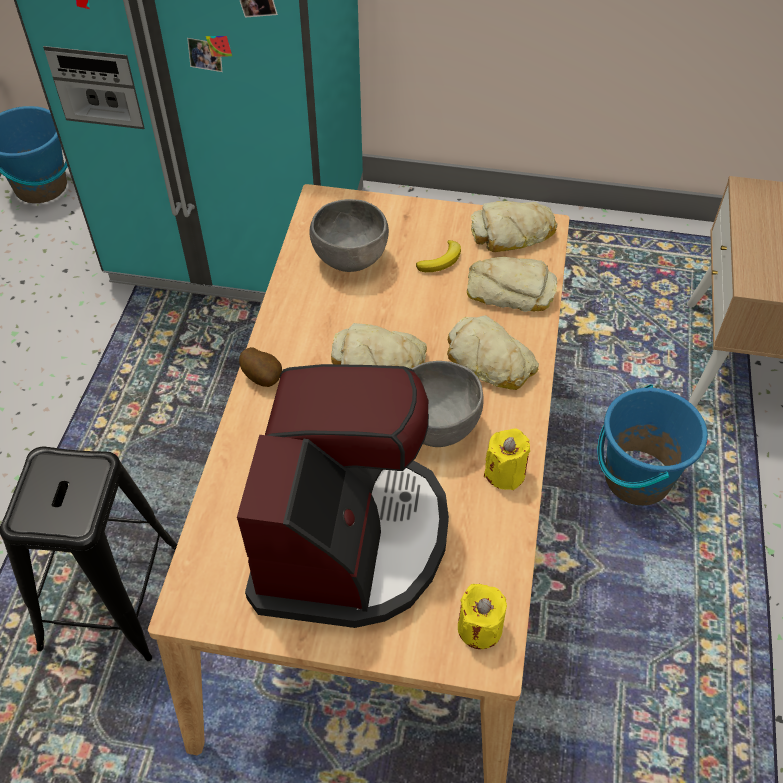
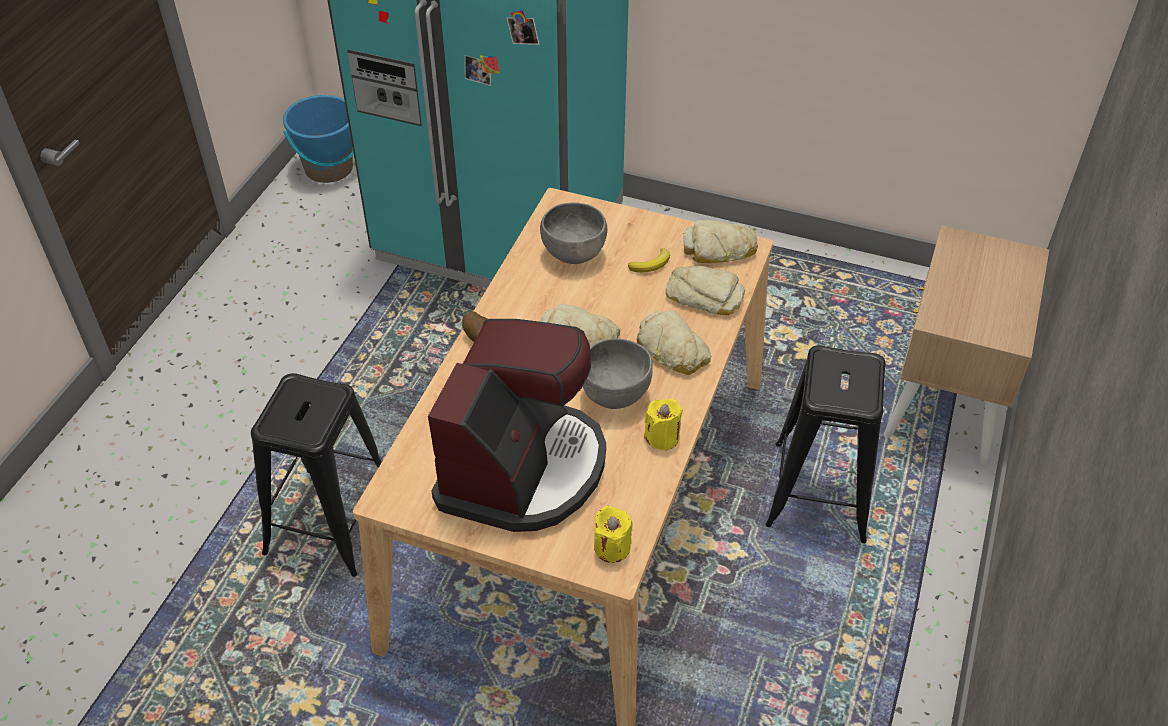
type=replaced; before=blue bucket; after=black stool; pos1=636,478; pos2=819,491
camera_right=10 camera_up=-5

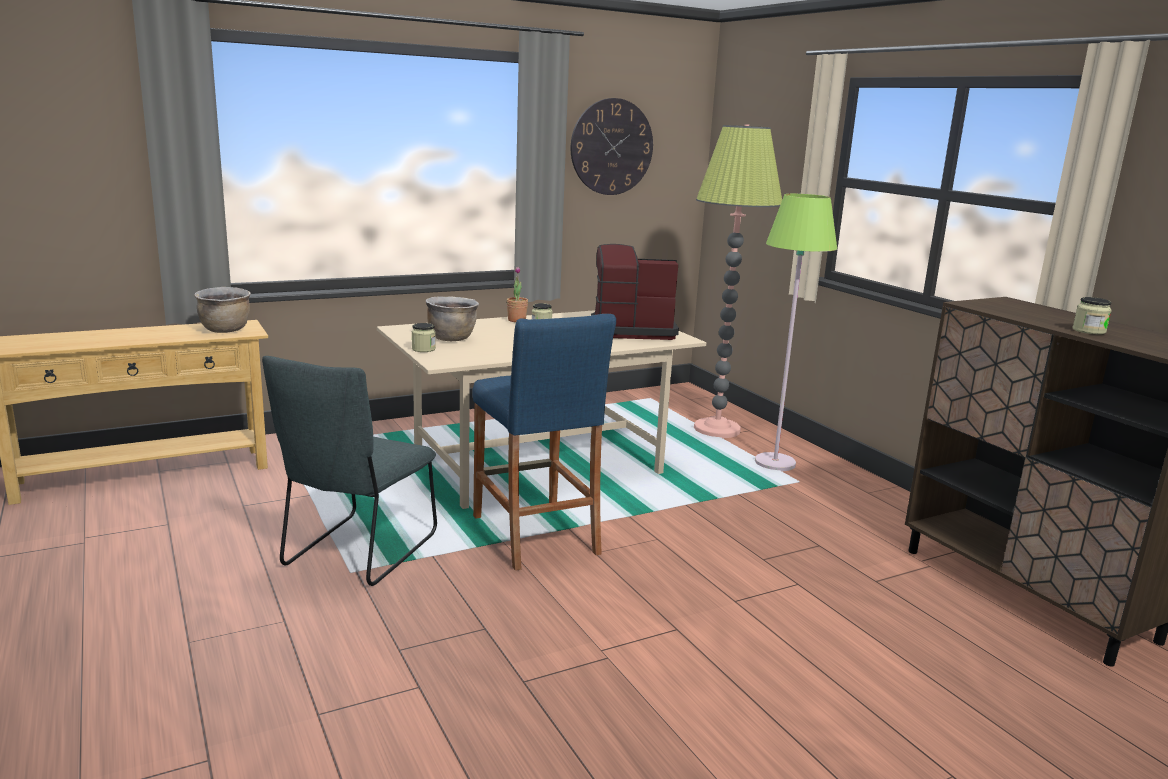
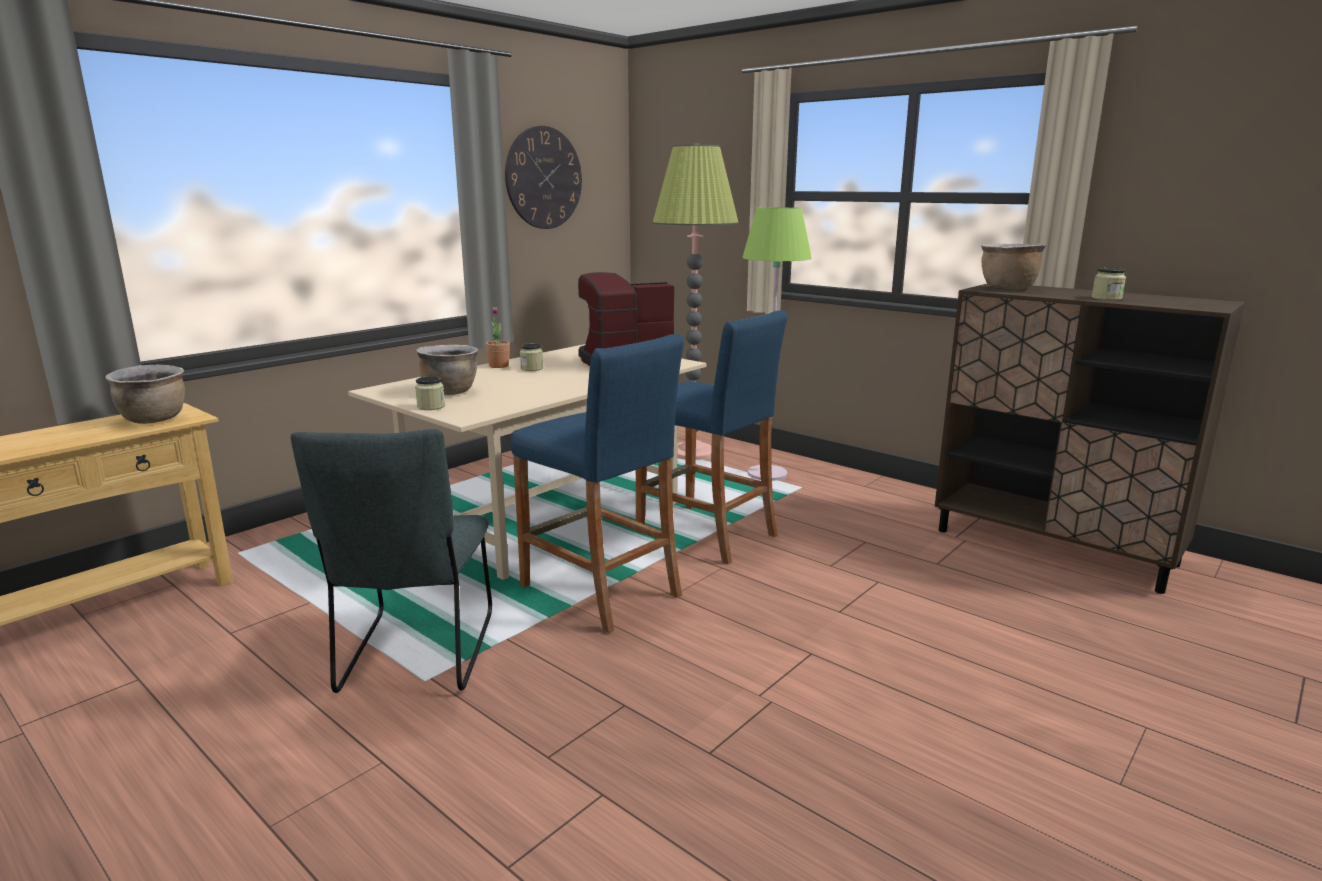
type=added; after=blue stool; pos2=706,534
type=added; after=brown cooking pot; pos2=1007,288
camera_right=-20 camera_up=0

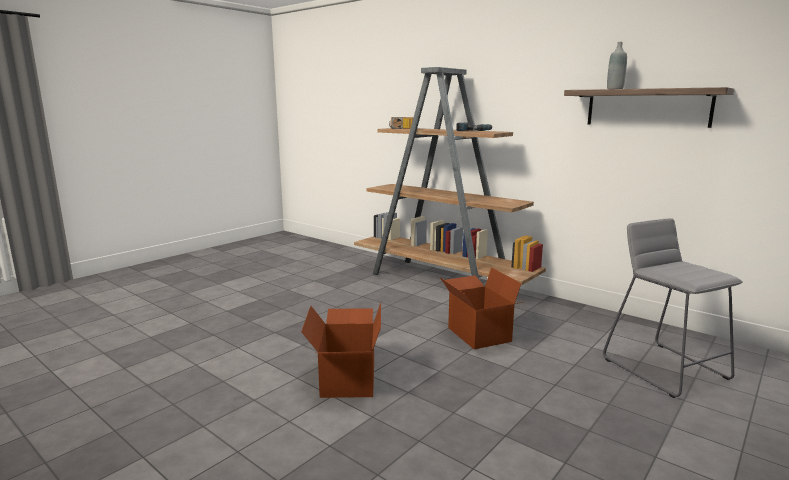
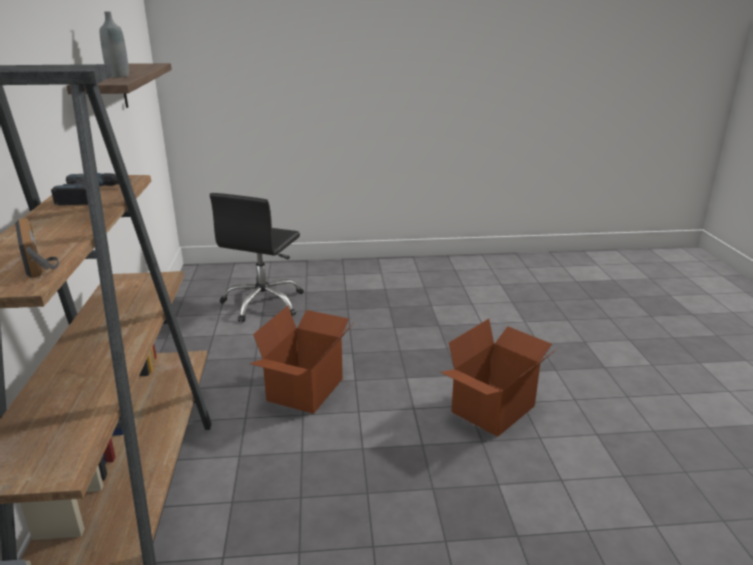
type=replaced; before=grey stool; after=black office chair; pos1=665,368; pos2=263,303
camera_right=-135 camera_up=10

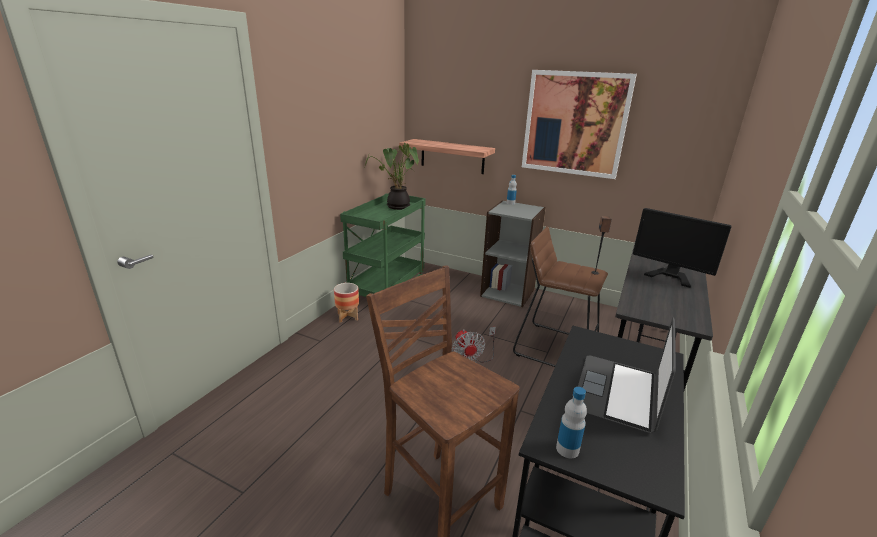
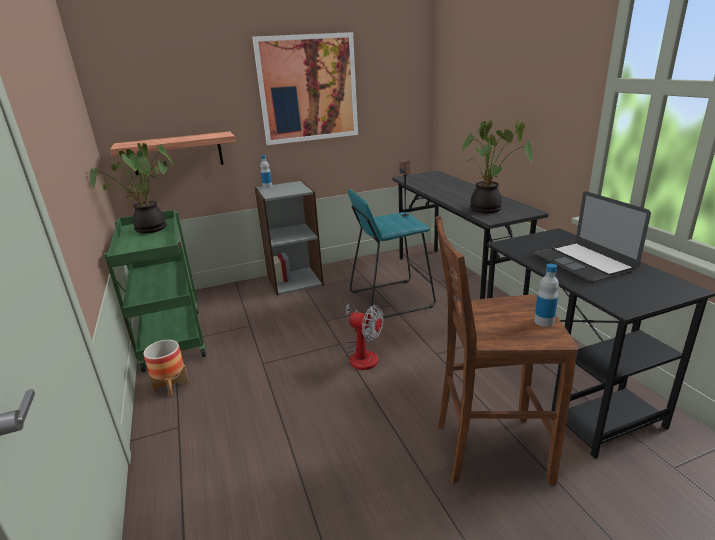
type=recoloured; before=brown stool; after=turquoise stool; pos1=556,347; pos2=390,299
type=added; after=potted plant; pos2=488,209
type=moved; before=bottle; pos1=567,449; pos2=544,321
type=removed; before=monitor; pos1=673,273
camera_right=-45 camera_up=0

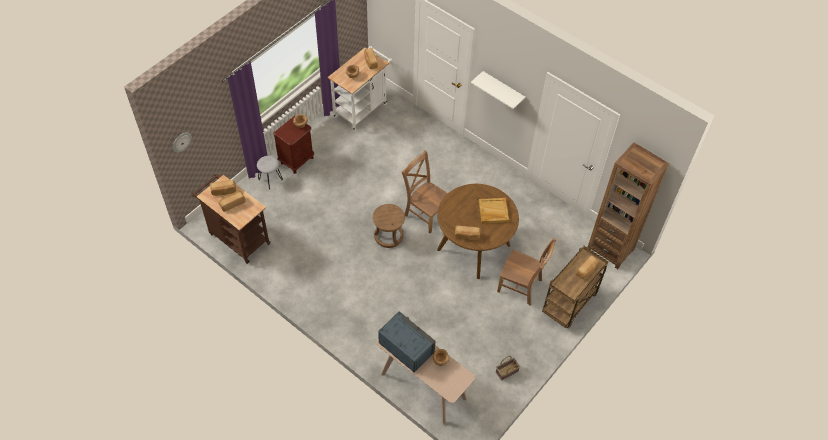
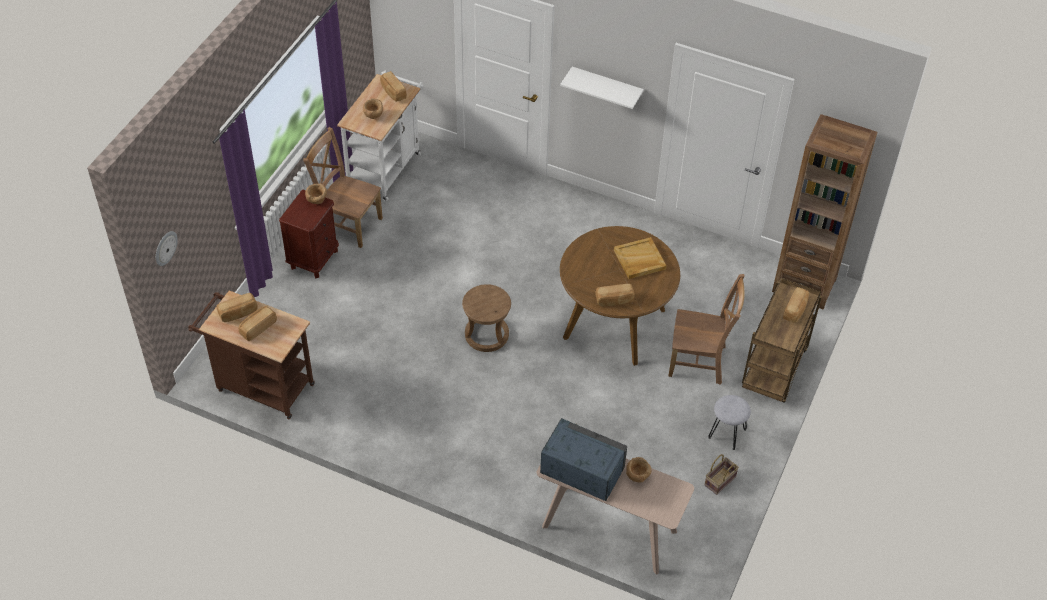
type=moved; before=brown chair; pos1=425,213; pos2=348,224
type=moved; before=grey stool; pos1=270,179; pos2=727,433
camera_right=-15 camera_up=-5

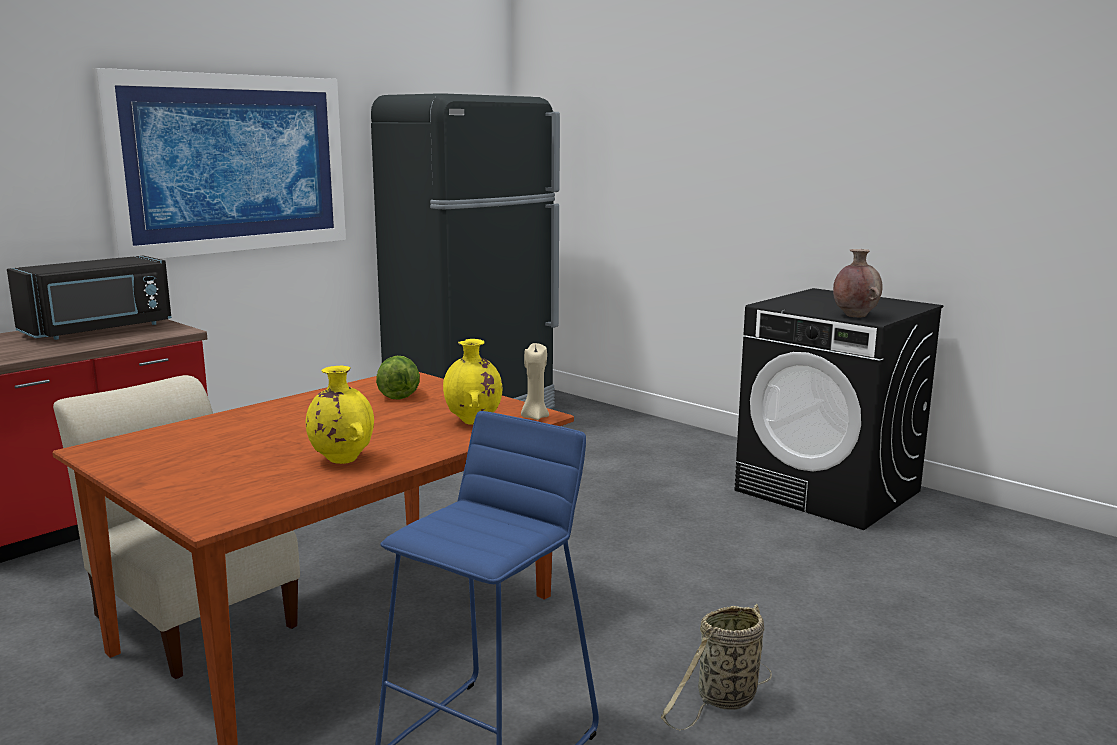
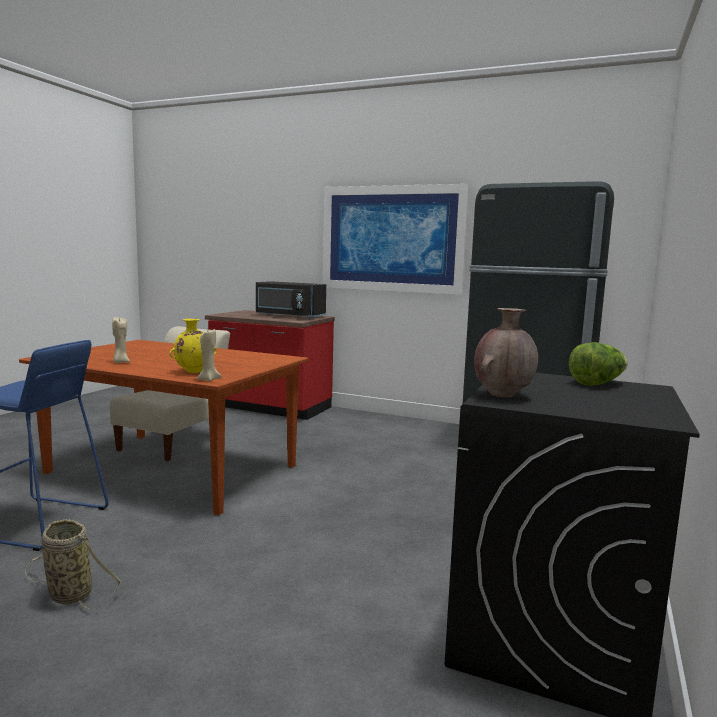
type=replaced; before=yellow vase; after=beige candle; pos1=341,460; pos2=120,362
type=moved; before=lettuce; pos1=398,394; pos2=597,383
camera_right=70 camera_up=-5

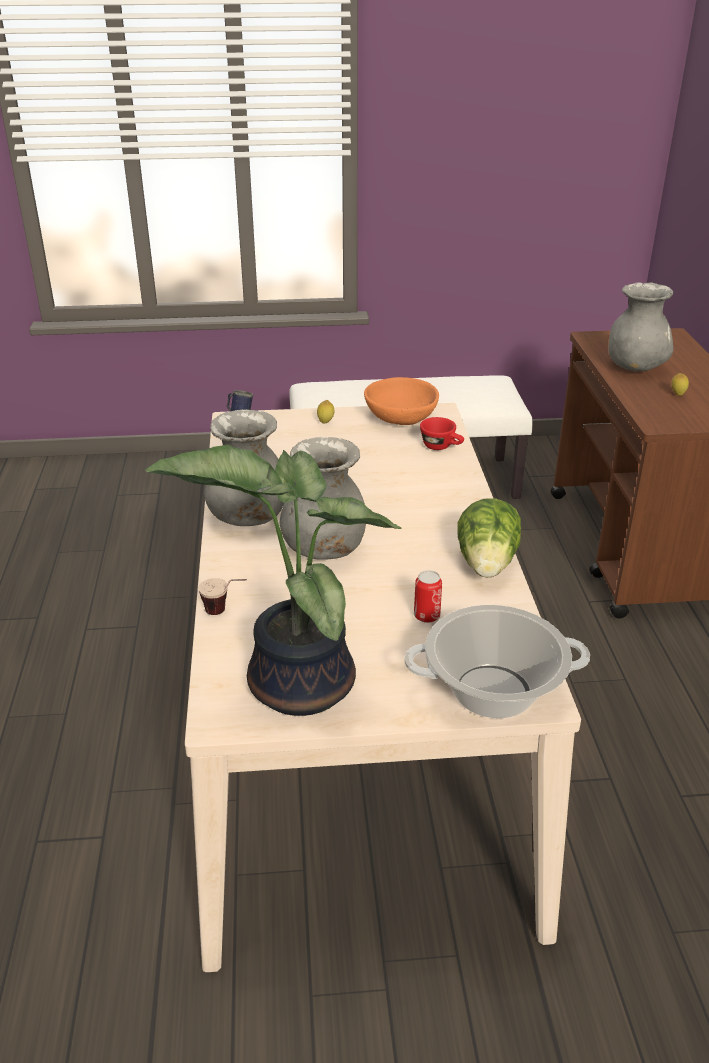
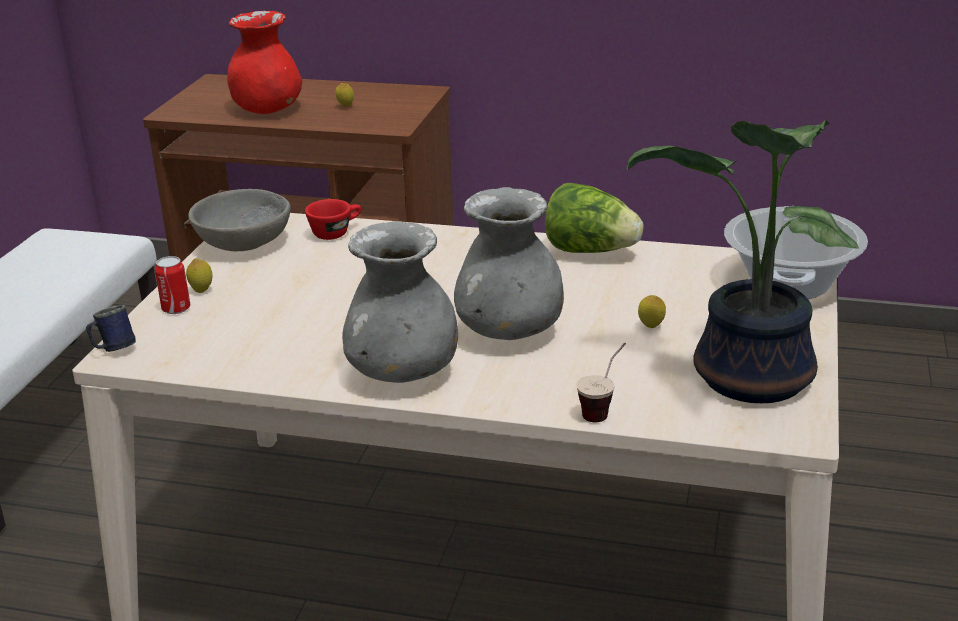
type=moved; before=can; pos1=426,616; pos2=176,308
type=recoloured; before=orange bowl; after=grey bowl; pos1=401,419; pos2=245,244
type=recoloured; before=grey vase; after=red vase; pos1=635,367; pos2=267,110
type=added; after=lemon; pos2=651,328
camera_right=-70 camera_up=-5

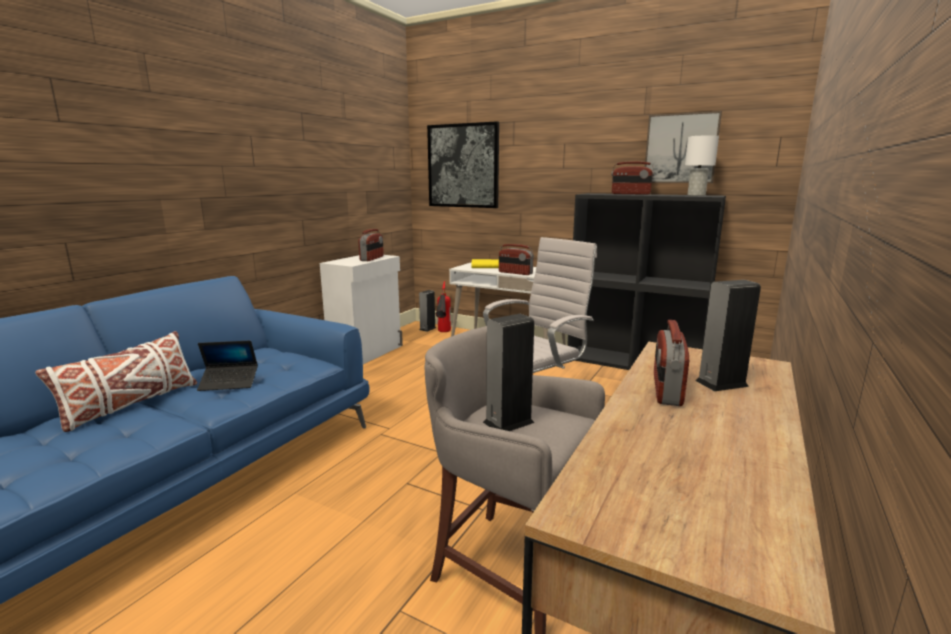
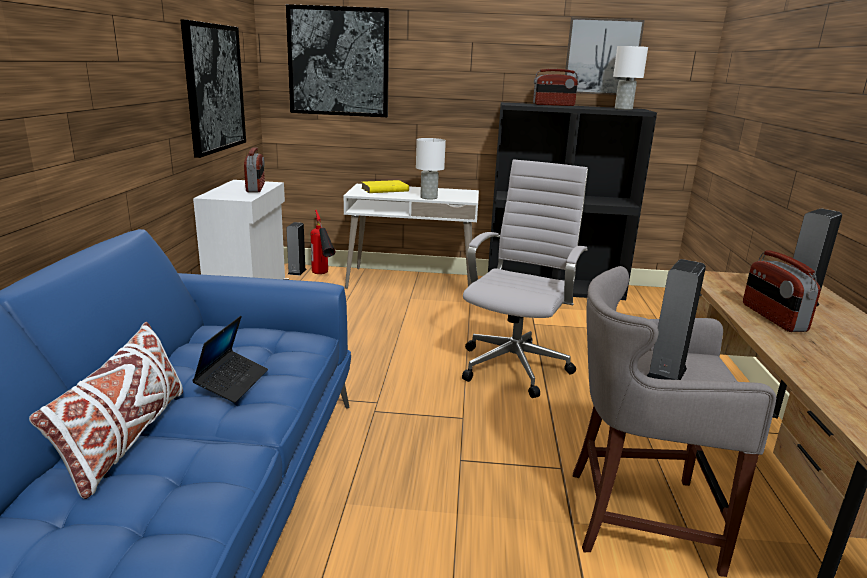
type=added; after=picture; pos2=214,88
type=turned; before=laptop; pos1=229,383; pos2=232,382; turn=-45
type=replaced; before=radio; after=white table lamp; pos1=515,273; pos2=429,197
camera_right=-25 camera_up=5

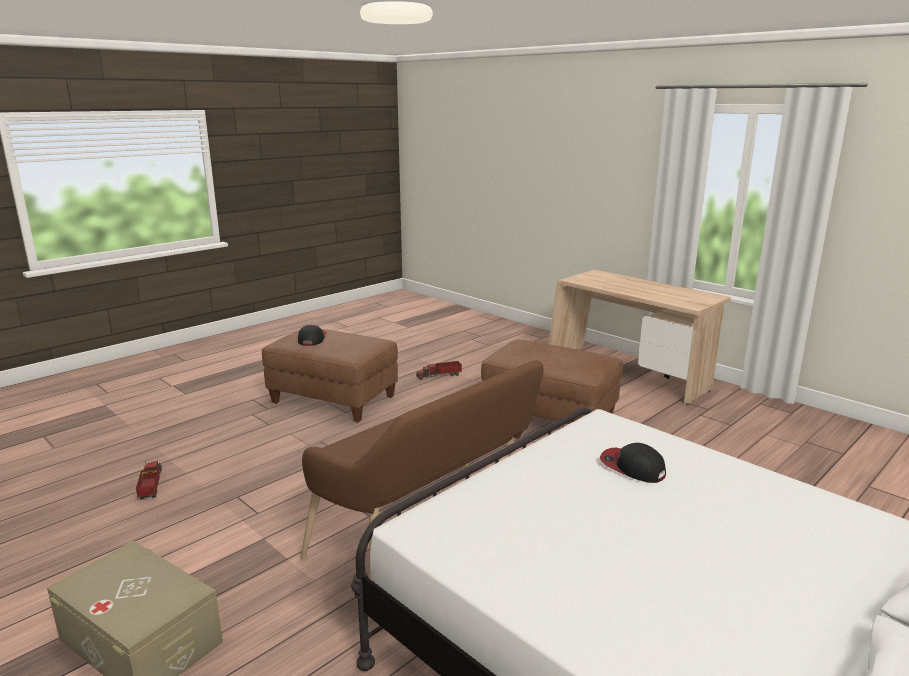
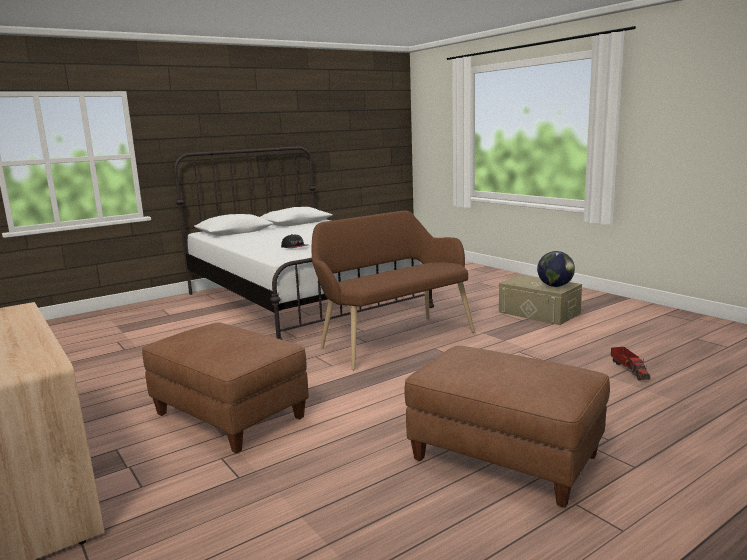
type=added; after=globe; pos2=555,286
type=removed; before=cap; pos1=311,339
type=removed; before=toy truck; pos1=440,375
camera_right=-170 camera_up=-5

